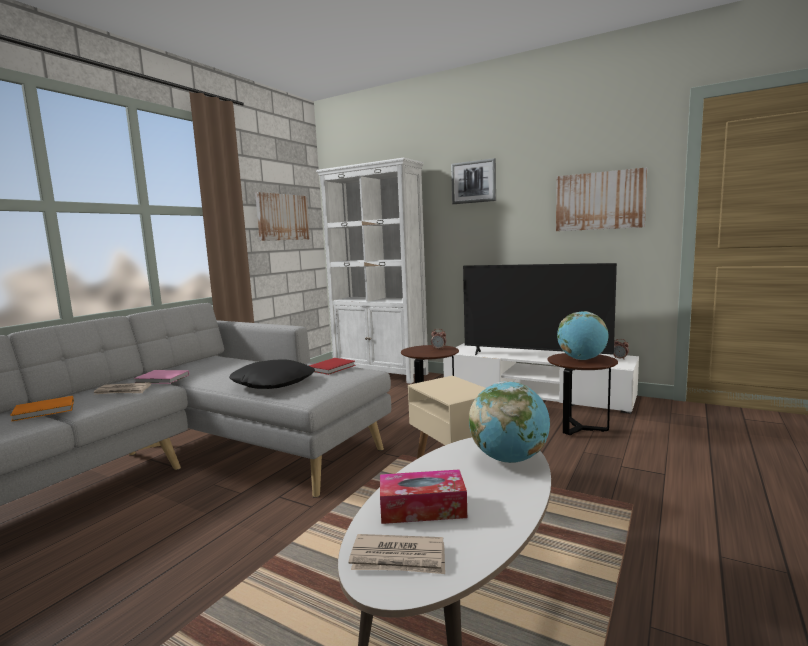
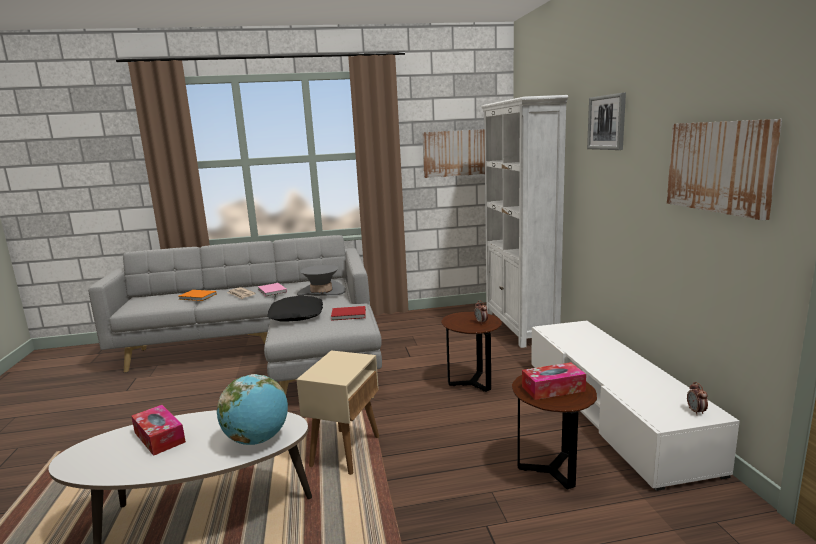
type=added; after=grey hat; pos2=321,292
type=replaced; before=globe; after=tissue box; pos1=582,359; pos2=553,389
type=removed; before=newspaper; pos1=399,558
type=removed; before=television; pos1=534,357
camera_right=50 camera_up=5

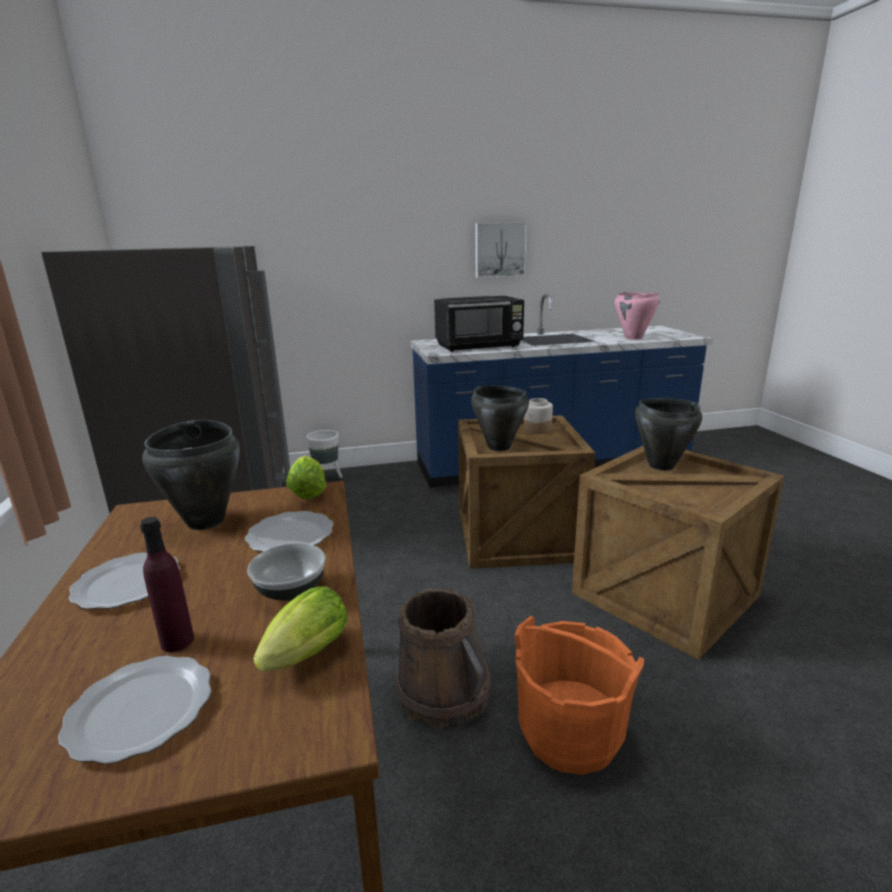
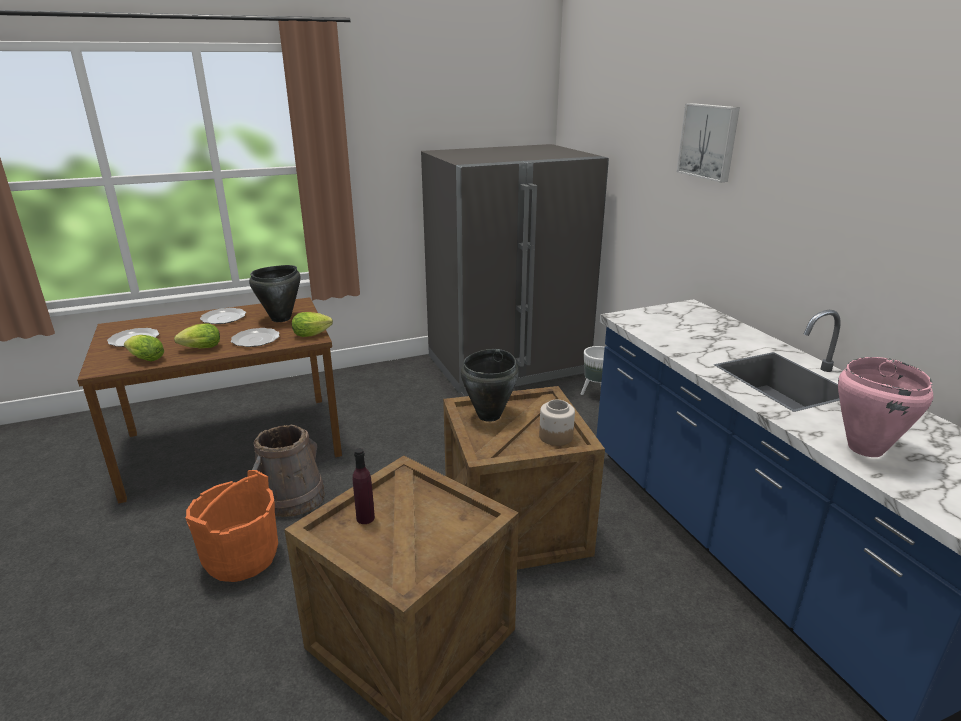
type=replaced; before=bowl; after=lettuce; pos1=291,590; pos2=199,348
type=moved; before=purple bottle; pos1=177,641; pos2=365,518
type=moved; before=picture; pos1=500,250; pos2=709,141
type=removed; before=black microwave; pos1=479,346
type=removed; before=black cooking pot; pos1=660,465
camera_right=80 camera_up=5

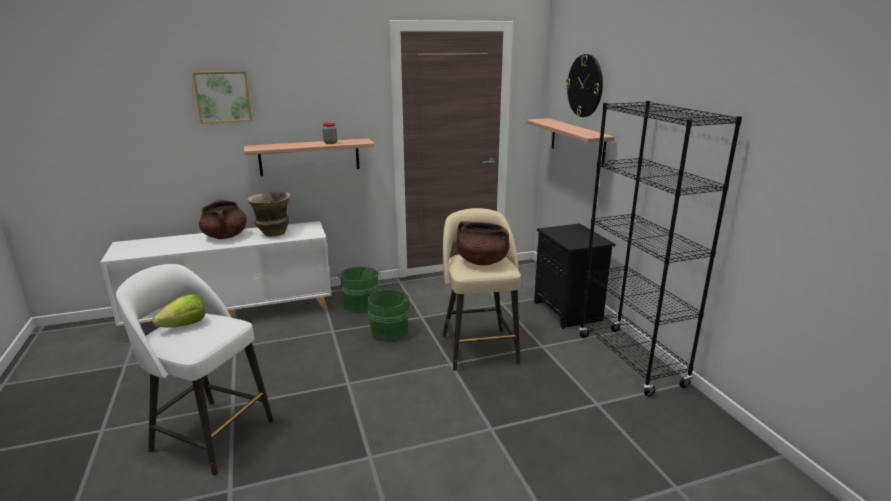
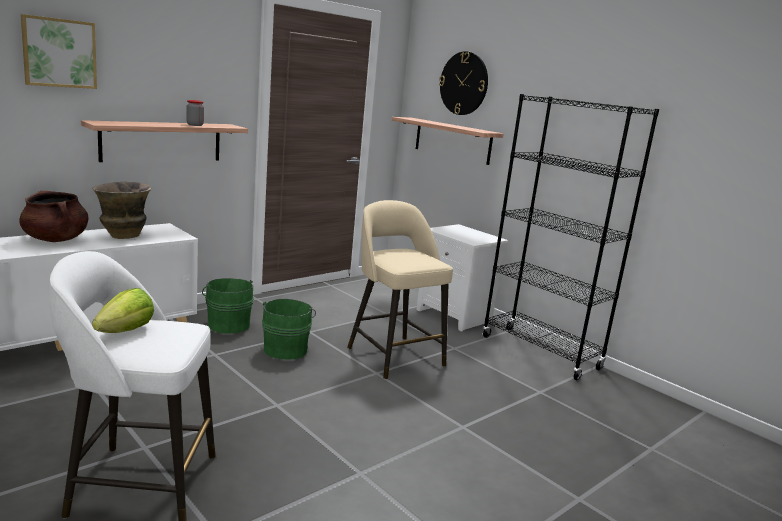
type=recoloured; before=black nightstand; after=white nightstand; pos1=569,312; pos2=456,316
type=removed; before=brown cooking pot; pos1=481,261
camera_right=-25 camera_up=-5

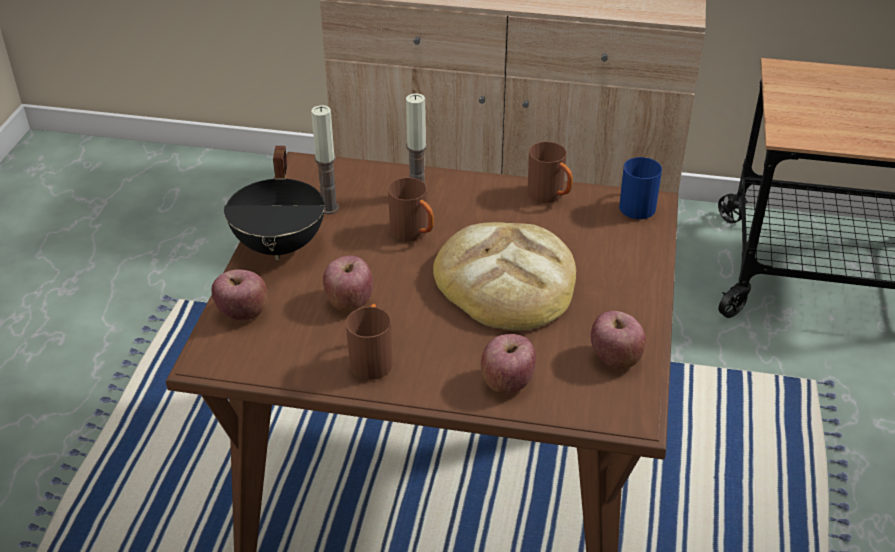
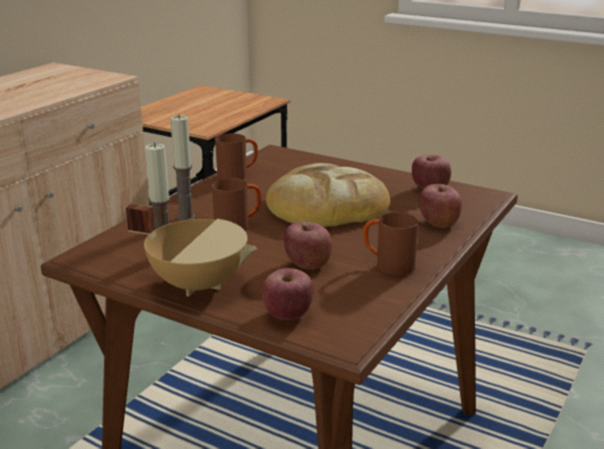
type=recoloured; before=black cooking pot; after=beige cooking pot; pos1=281,245; pos2=198,284
type=removed; before=blue mug; pos1=638,204
camera_right=-70 camera_up=-15

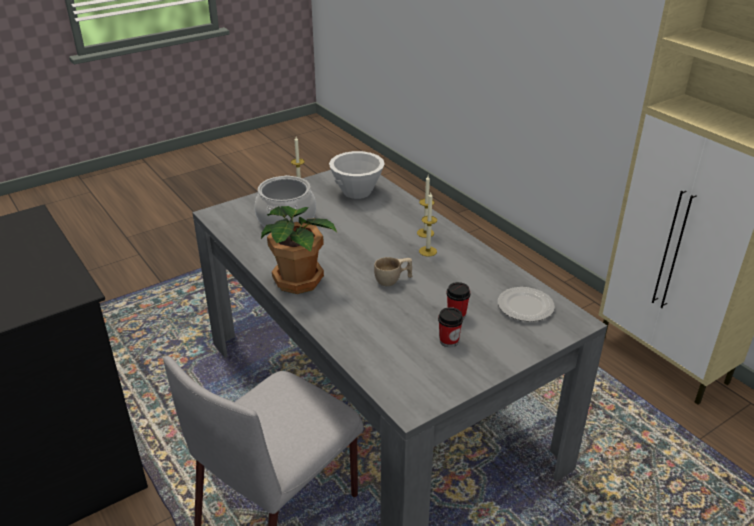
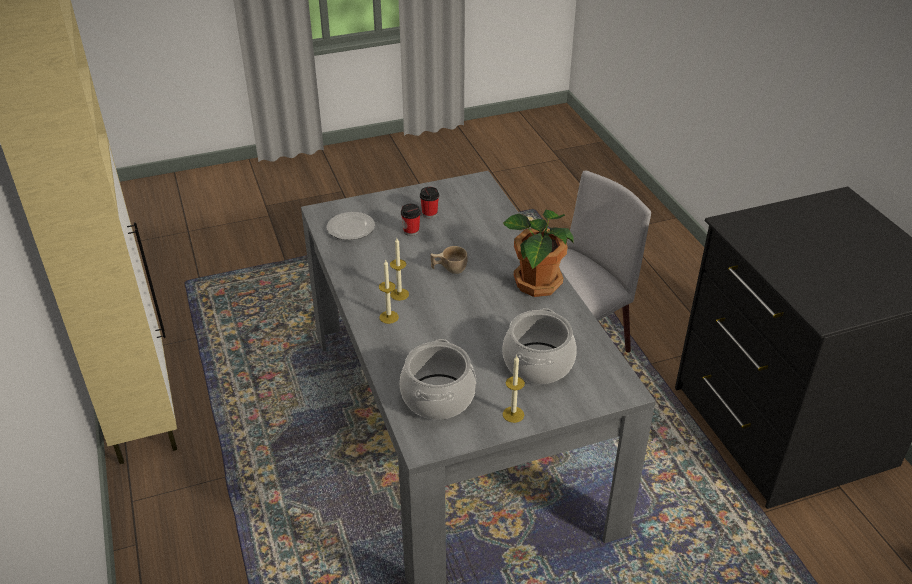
type=replaced; before=white bowl; after=cooking pot; pos1=356,192; pos2=438,397
camera_right=-165 camera_up=5

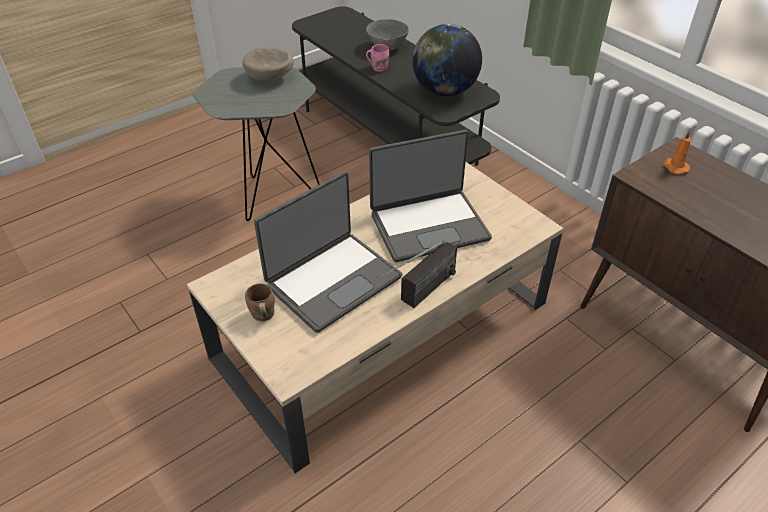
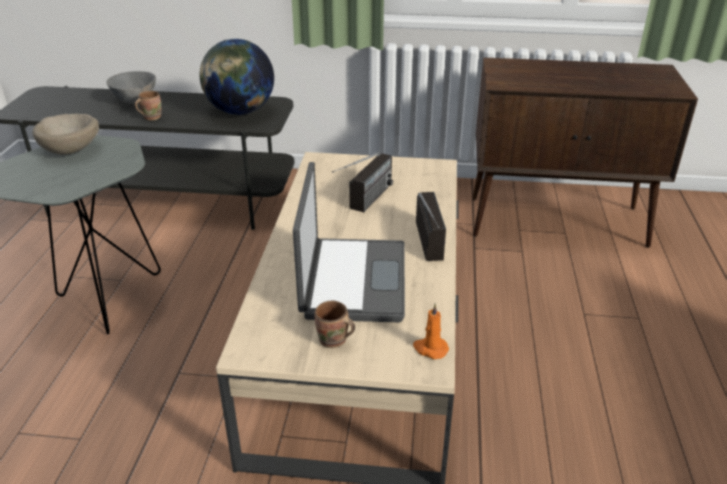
type=recoloured; before=pink mug; after=brown mug; pos1=378,67; pos2=151,117
type=replaced; before=laptop; after=radio; pos1=428,225; pos2=365,204
type=moved; before=orange candle; pos1=674,167; pos2=430,349
camera_right=-45 camera_up=-10

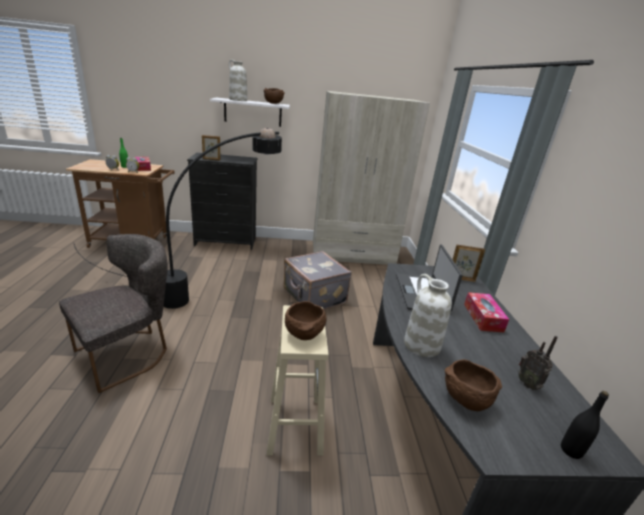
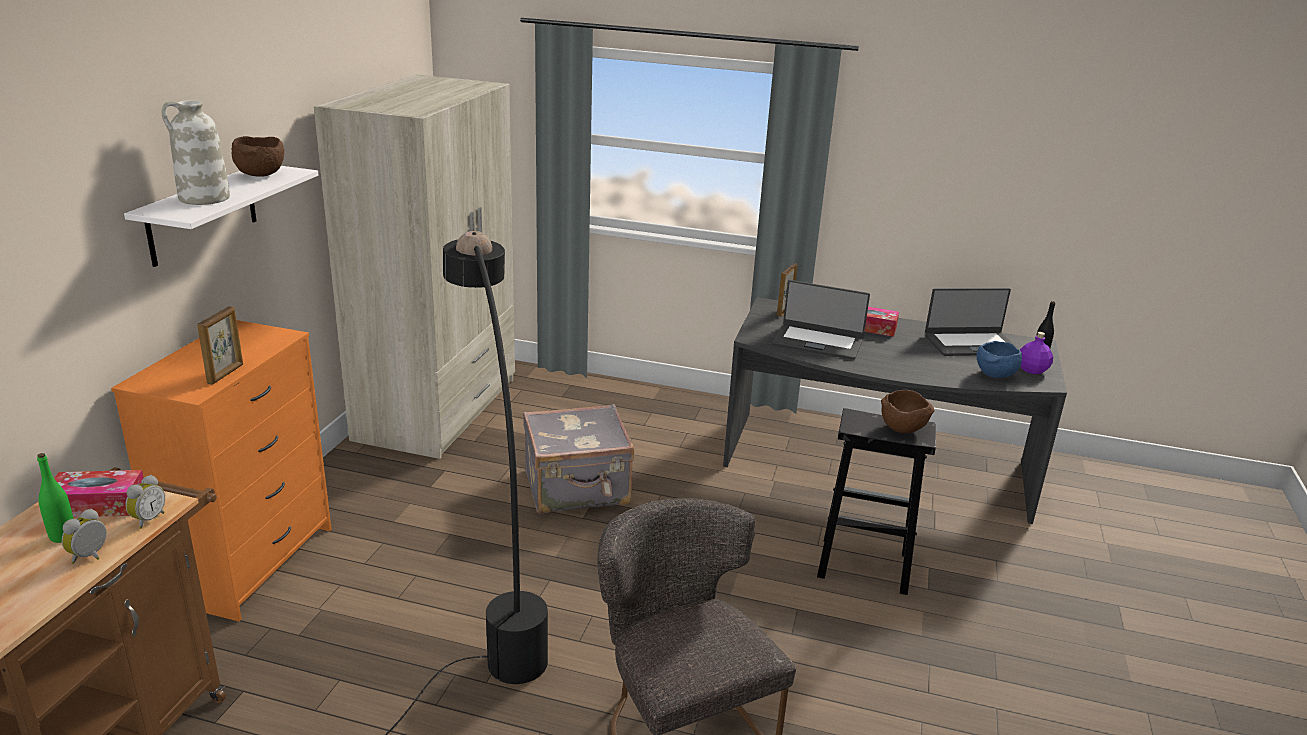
type=recoloured; before=black dresser; after=orange dresser; pos1=225,241; pos2=252,564
type=recoloured; before=beige stool; after=black stool; pos1=294,423; pos2=862,565
type=replaced; before=radio; after=laptop; pos1=528,384; pos2=971,344
type=recoloured; before=brown bowl; after=blue bowl; pos1=464,400; pos2=995,376
type=added; after=purple bottle; pos2=1032,370
type=removed; before=white vase; pos1=421,345
camera_right=-70 camera_up=0

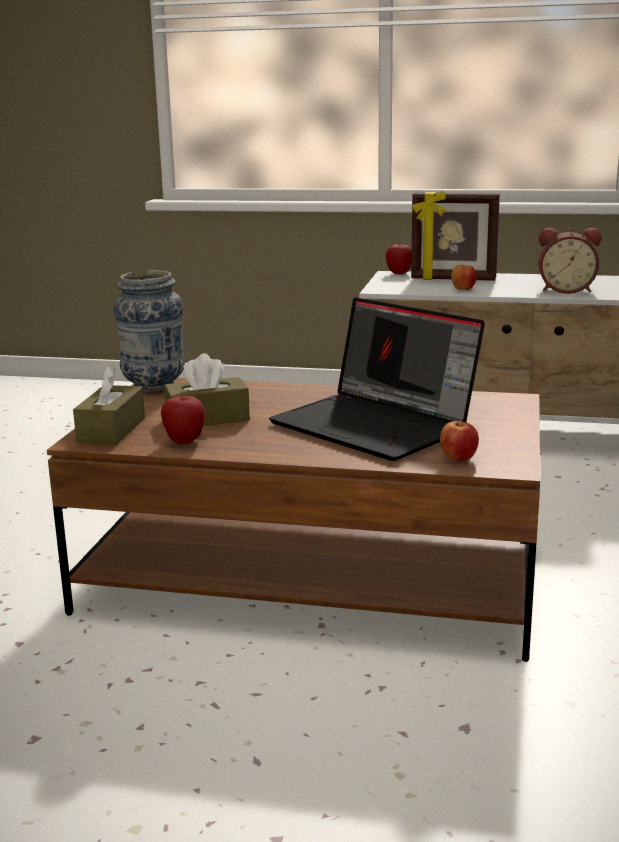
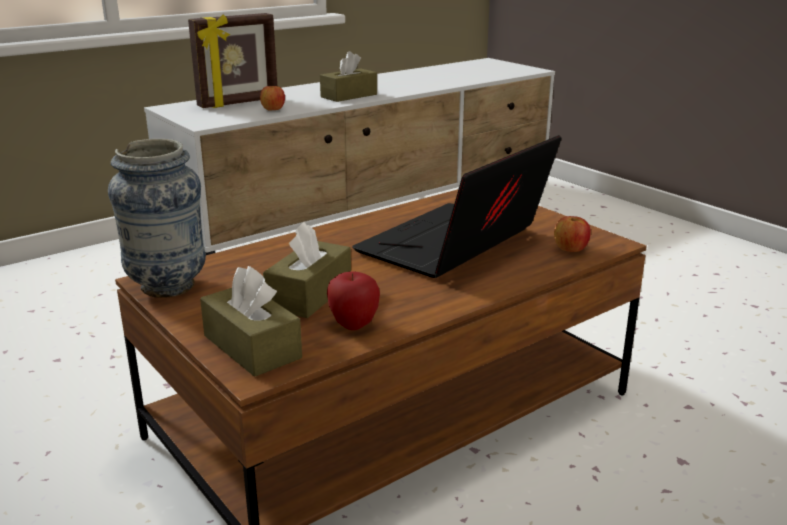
type=replaced; before=alarm clock; after=brown tissue box; pos1=565,290; pos2=349,96
type=turned; before=laptop; pos1=377,425; pos2=454,246; turn=135
type=removed; before=apple; pos1=399,274
camera_right=-50 camera_up=5

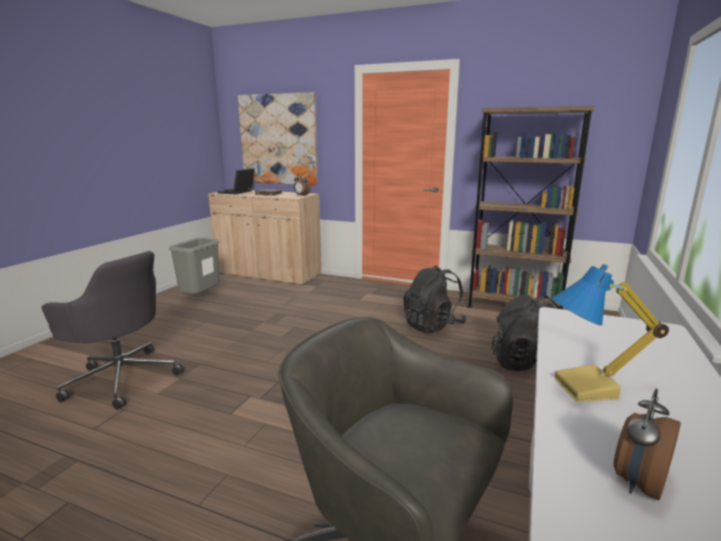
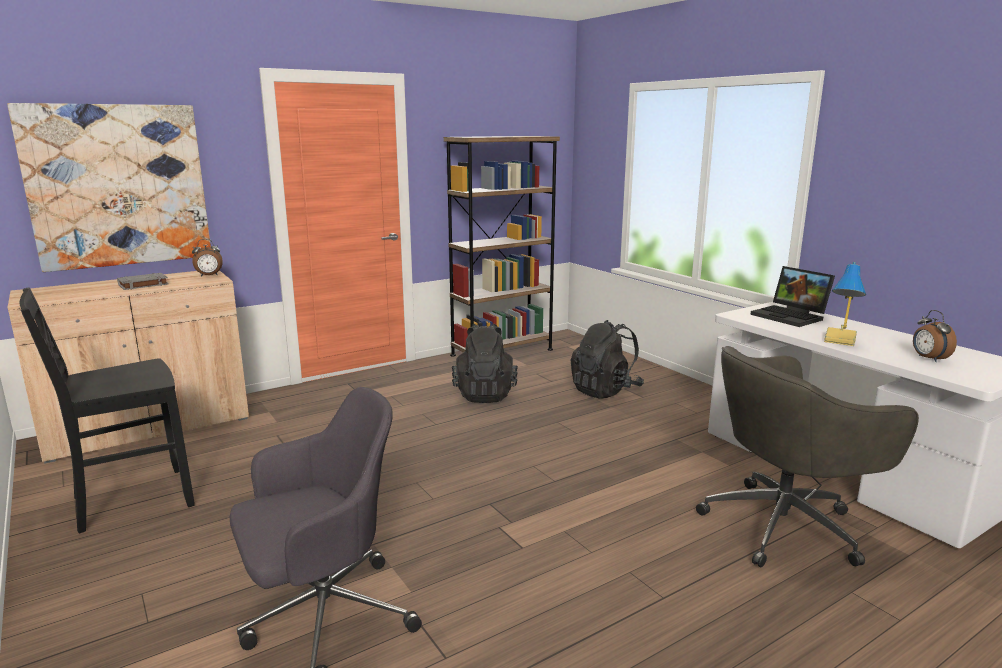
type=replaced; before=grey trash can; after=black chair; pos1=200,298; pos2=130,500
type=moved; before=laptop; pos1=237,192; pos2=791,316
camera_right=-55 camera_up=0

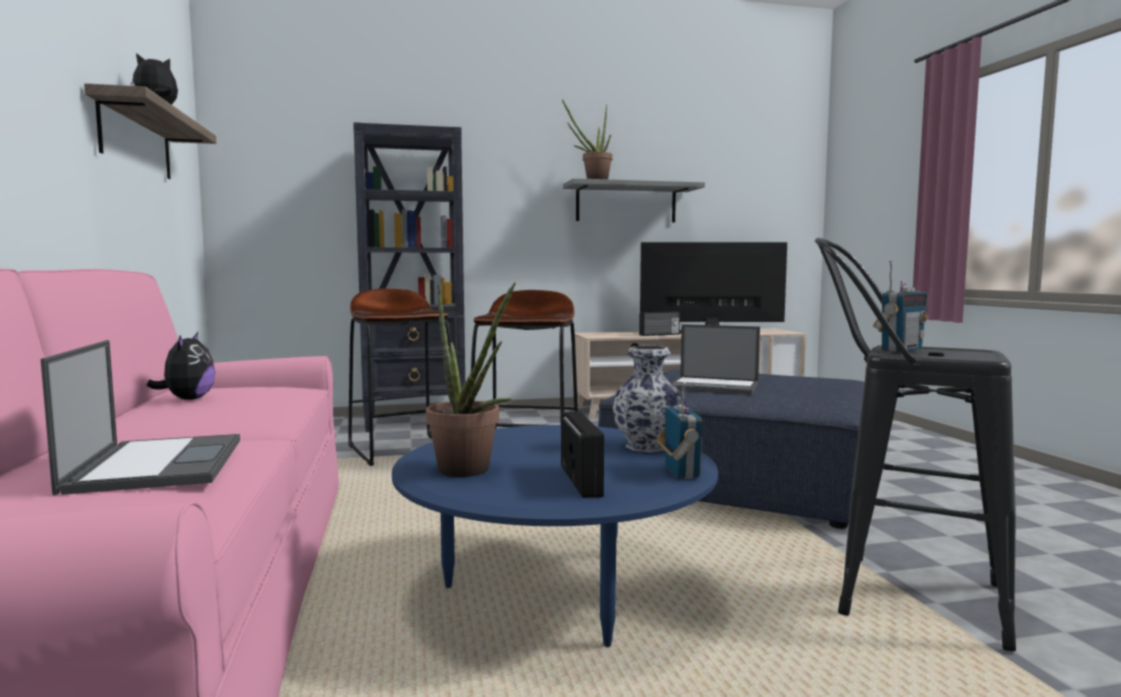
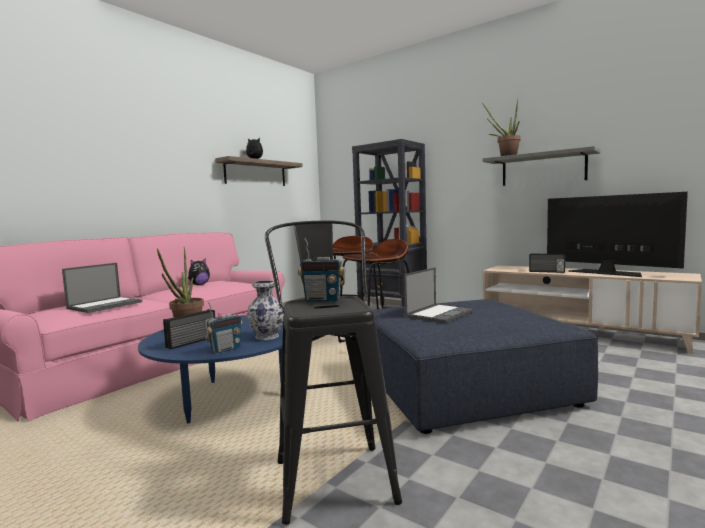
type=turned; before=laptop; pos1=715,386; pos2=440,314; turn=-120
camera_right=50 camera_up=0

